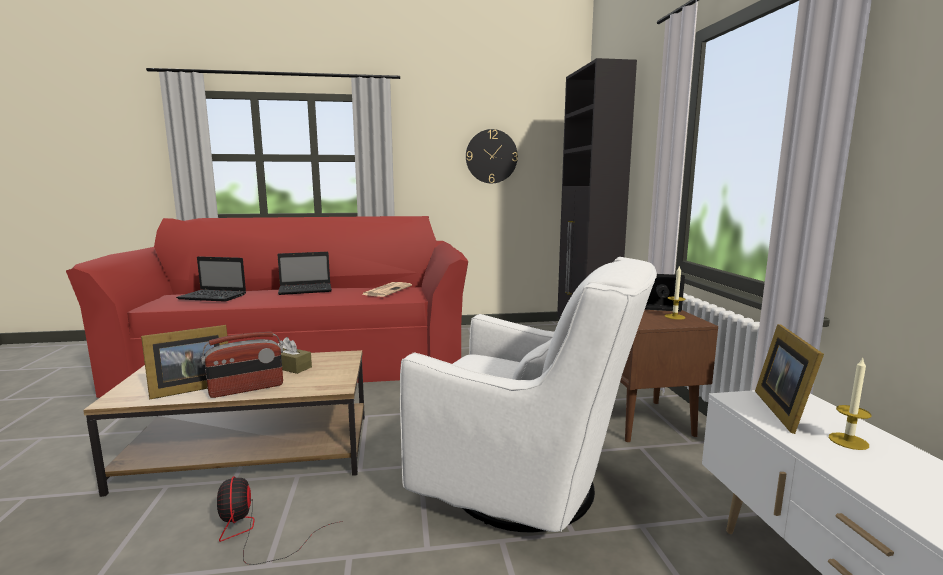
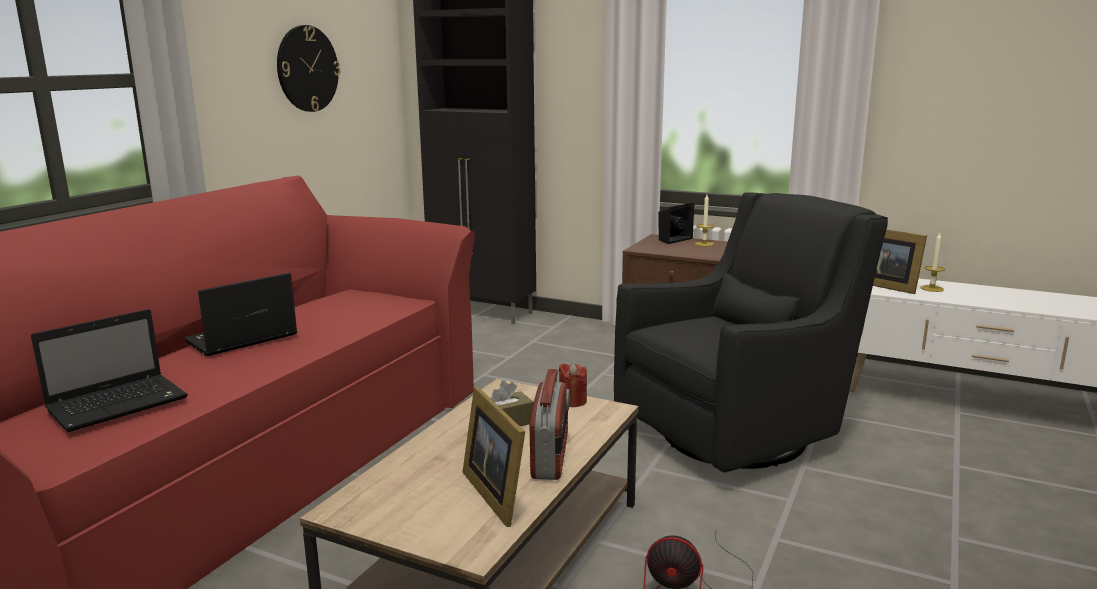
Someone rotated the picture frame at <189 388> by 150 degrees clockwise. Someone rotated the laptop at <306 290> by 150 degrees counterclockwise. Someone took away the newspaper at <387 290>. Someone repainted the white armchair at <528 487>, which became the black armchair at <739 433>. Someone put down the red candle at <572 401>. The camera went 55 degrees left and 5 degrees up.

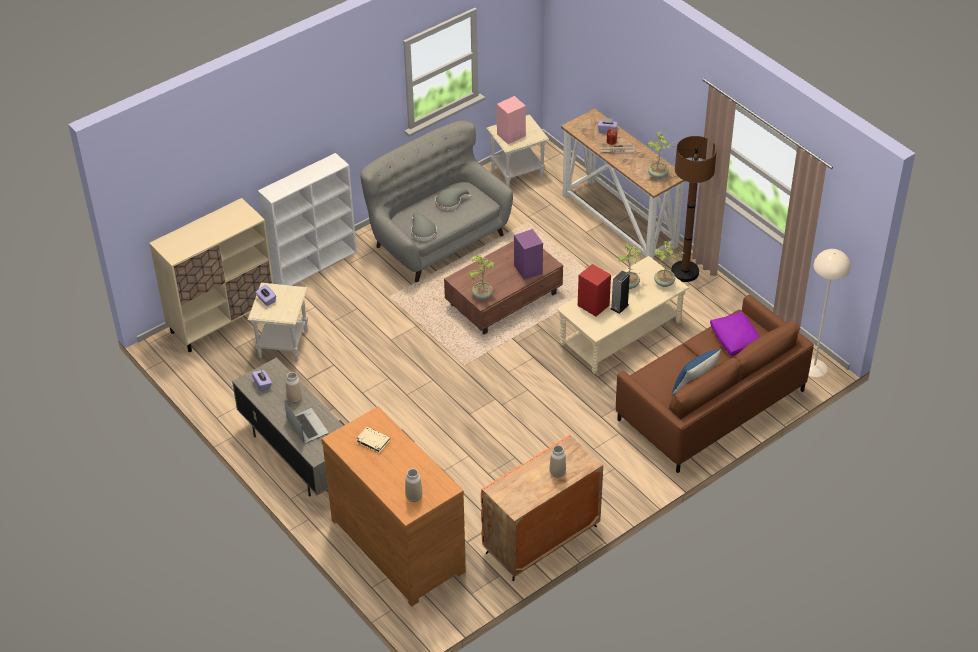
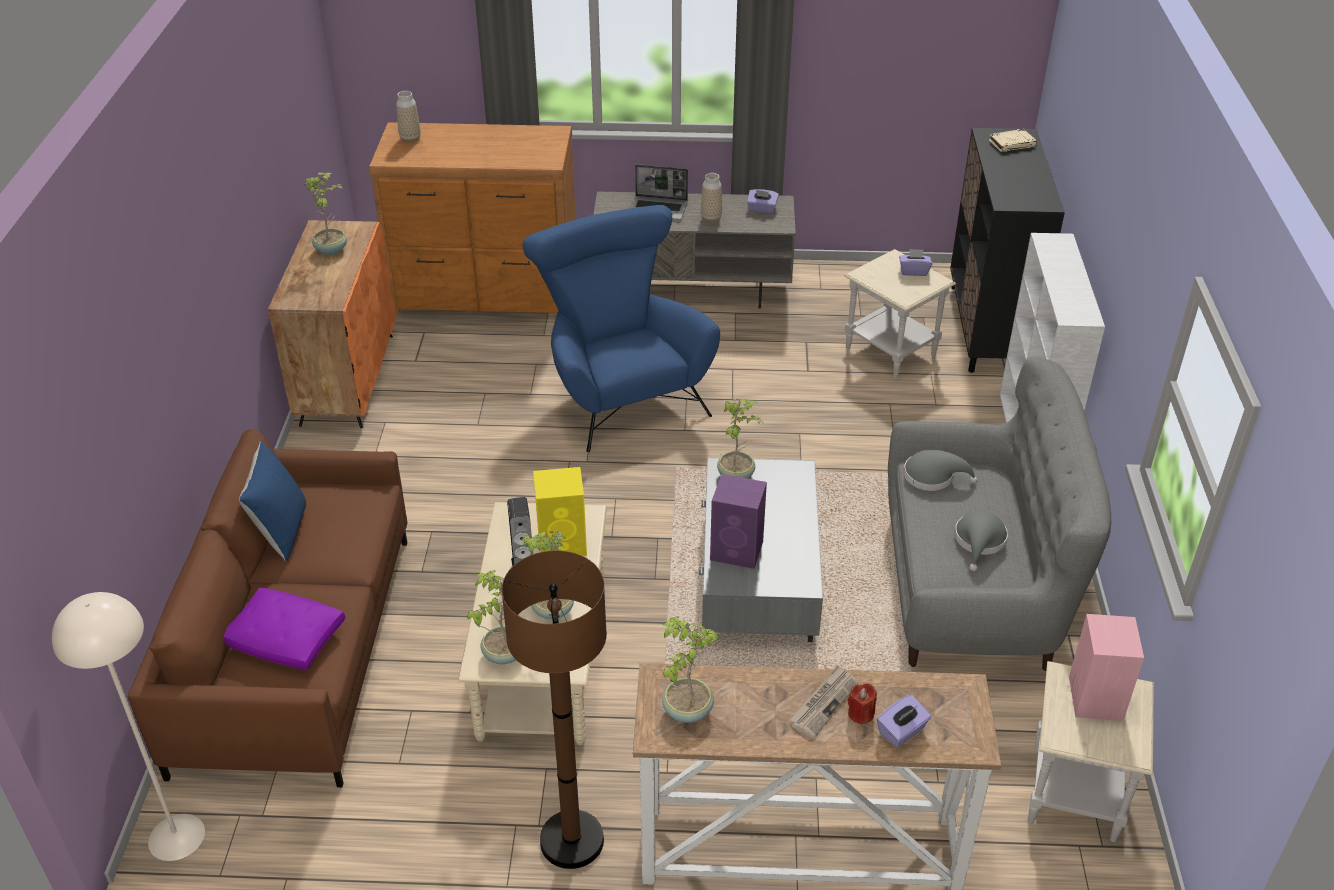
Someone repainted the beige cabinet at <222 320>, which became the black cabinet at <987 329>. Someone carried the beige book from <372 441> to <1012 144>. Someone repainted the brown coffee table at <504 299>, which became the grey coffee table at <758 577>. Someone took away the vase at <557 473>. Someone repainted the red speaker at <592 305>, which became the yellow speaker at <563 543>. Someone put down the potted plant at <331 249>. Someone put down the blue armchair at <620 392>. The camera went 130 degrees right and 5 degrees down.

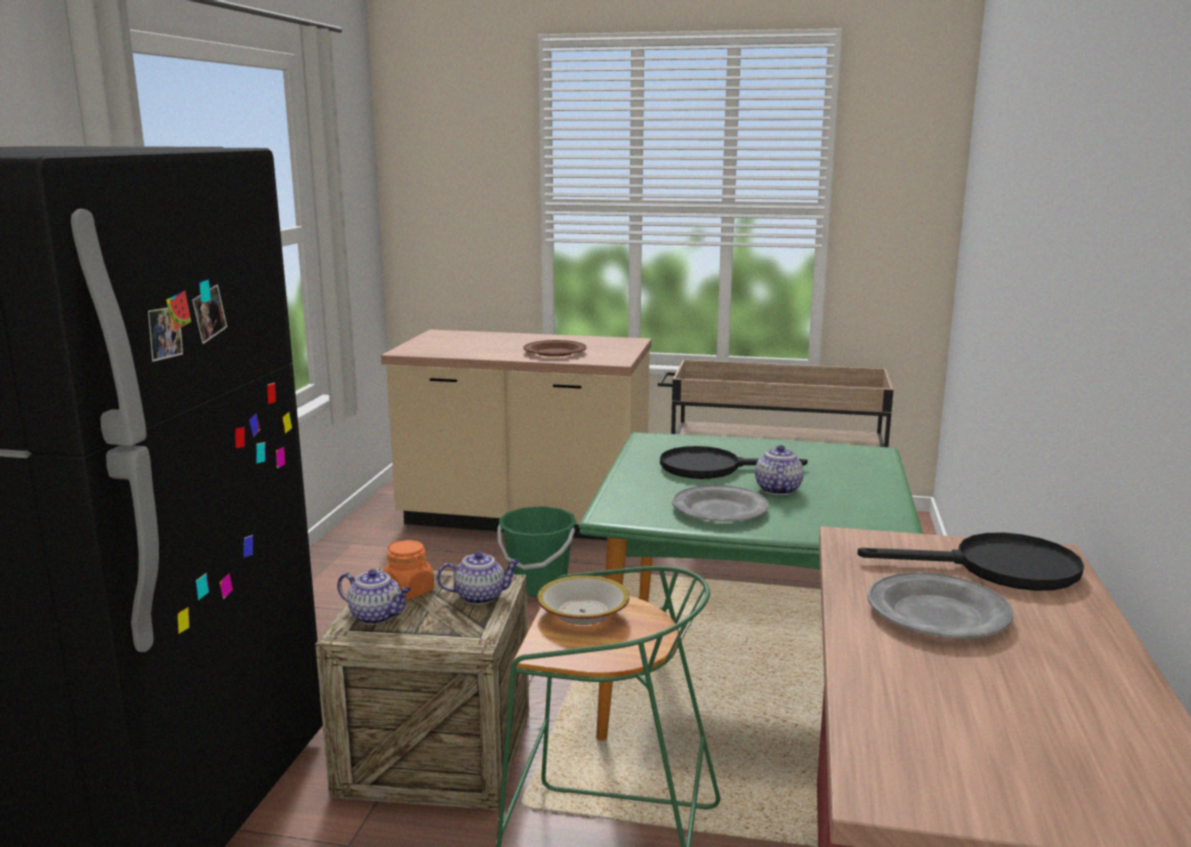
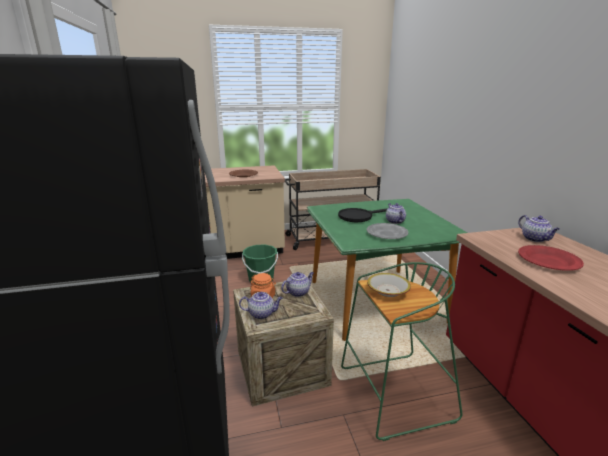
Someone swapped the black frying pan at <998 569> for the teapot at <535 239>. Someone repainted the grey plate at <936 613>, which became the red plate at <548 261>. The camera went 25 degrees left and 5 degrees up.

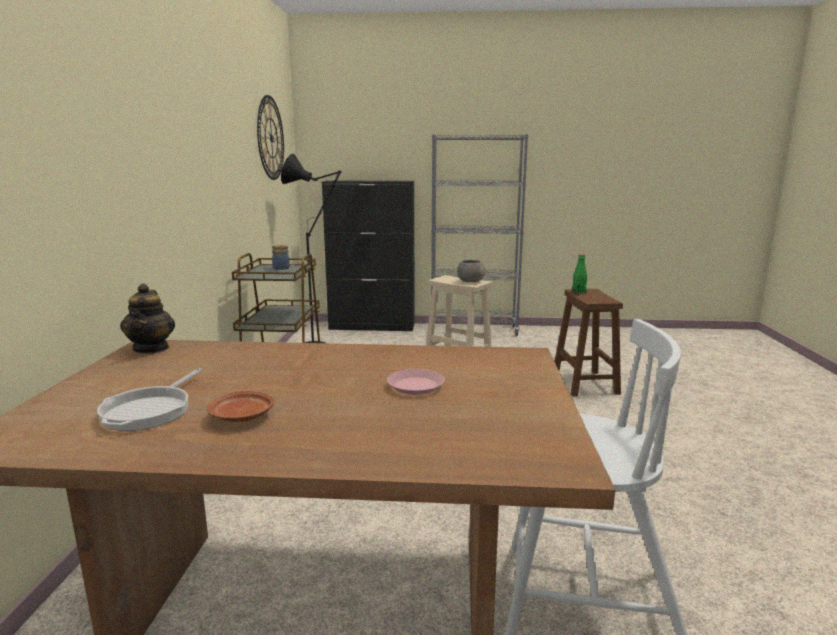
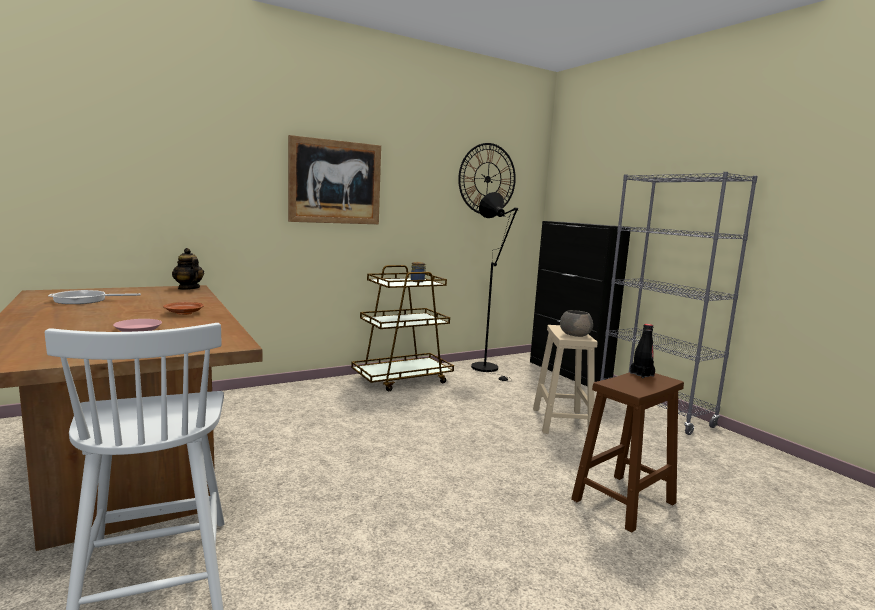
Someone rotated the teapot at <152 348> by 90 degrees clockwise. Someone carried the brown plate from <242 417> to <183 313>. Someone repainted the green bottle at <579 292>, which became the black bottle at <641 374>. Someone put up the picture at <335 182>. The camera went 55 degrees right and 5 degrees down.

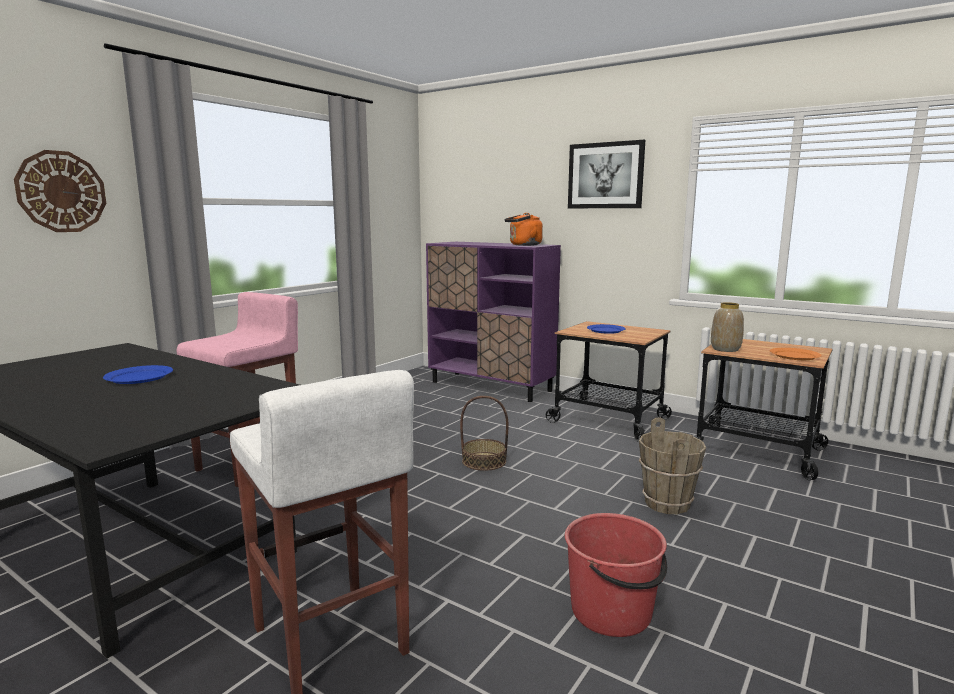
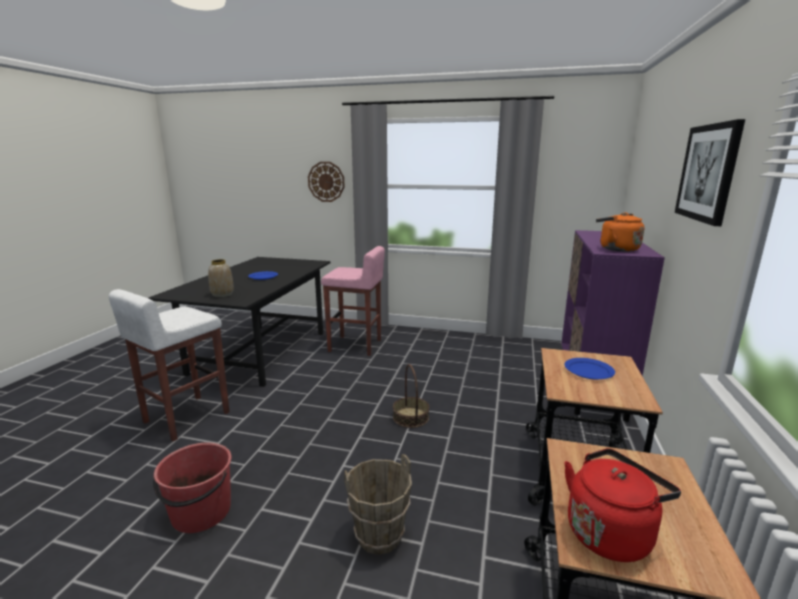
Someone carried the vase from <725 349> to <222 294>. Someone swapped the orange plate at <794 356> for the red kettle at <610 532>. The camera went 70 degrees right and 5 degrees up.

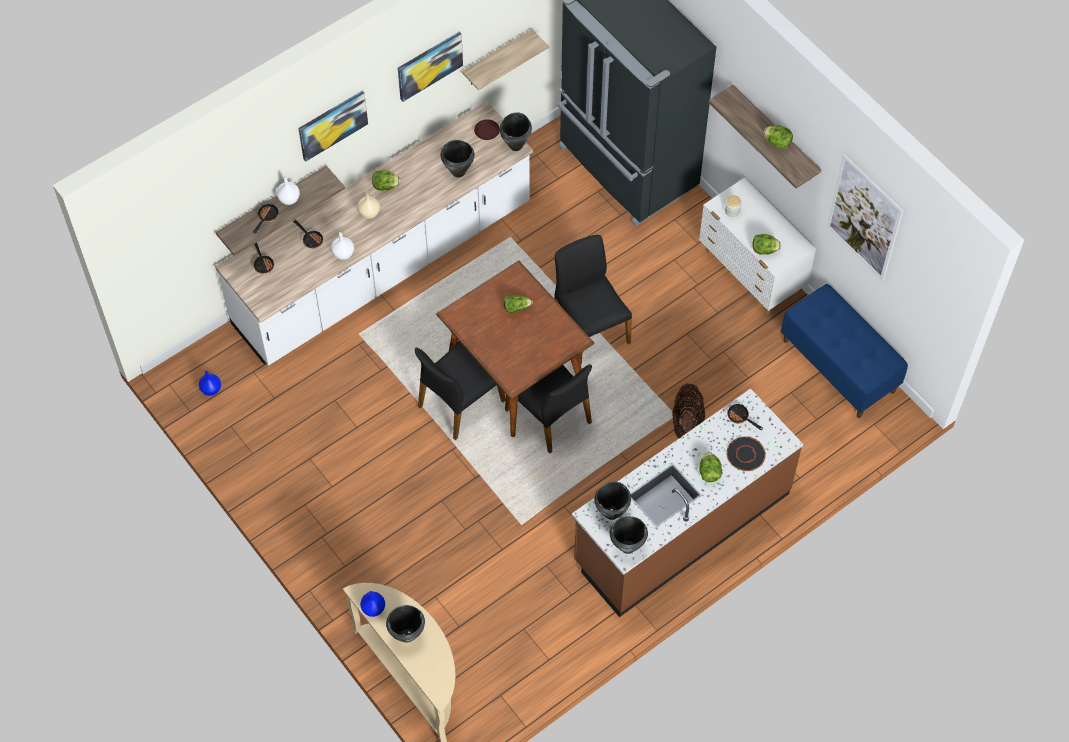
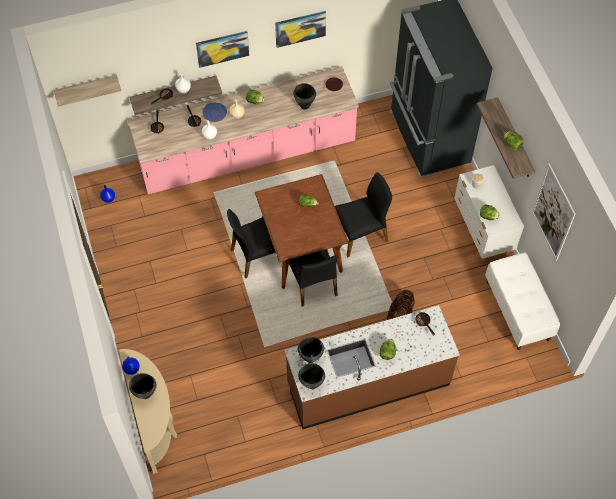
Someone repainted the white counter at <383 265>, which became the pink counter at <247 154>. Someone carried the shelf from <497 58> to <87 88>. Someone took away the black cooking pot at <516 145>. Someone rotated the black chair at <589 328> by 75 degrees clockwise. Someone took away the black plate at <745 454>. Someone repainted the blue bench at <839 366>, which became the white bench at <518 311>. Someone put down the blue plate at <214 112>. The camera went 20 degrees right and 0 degrees up.

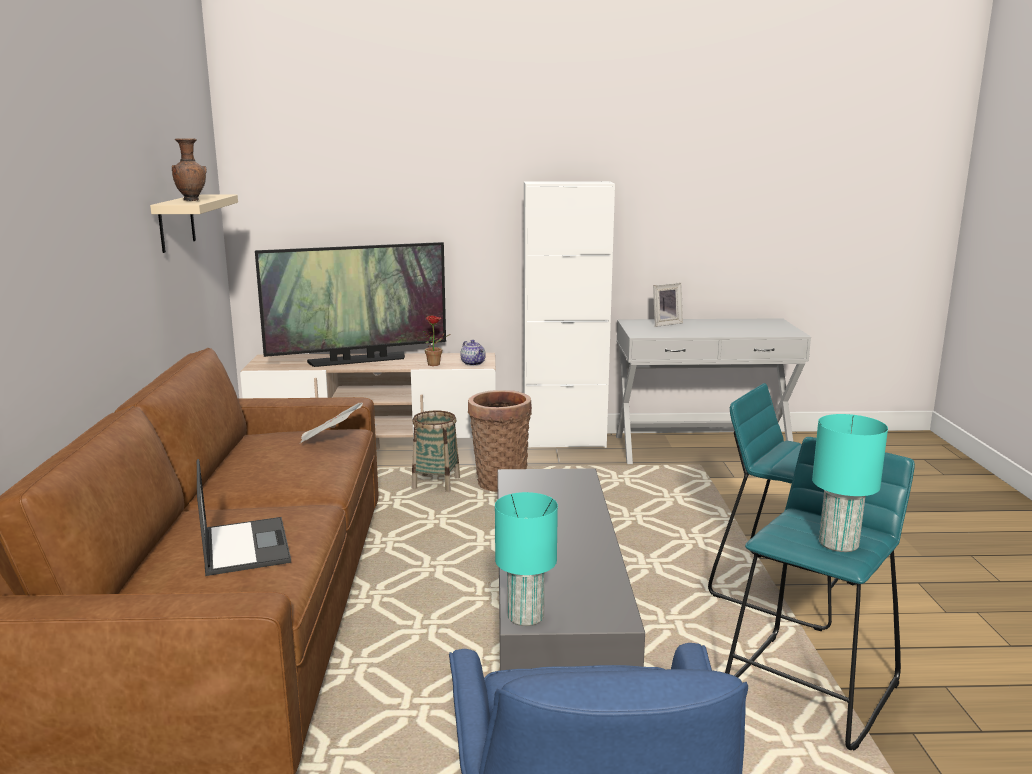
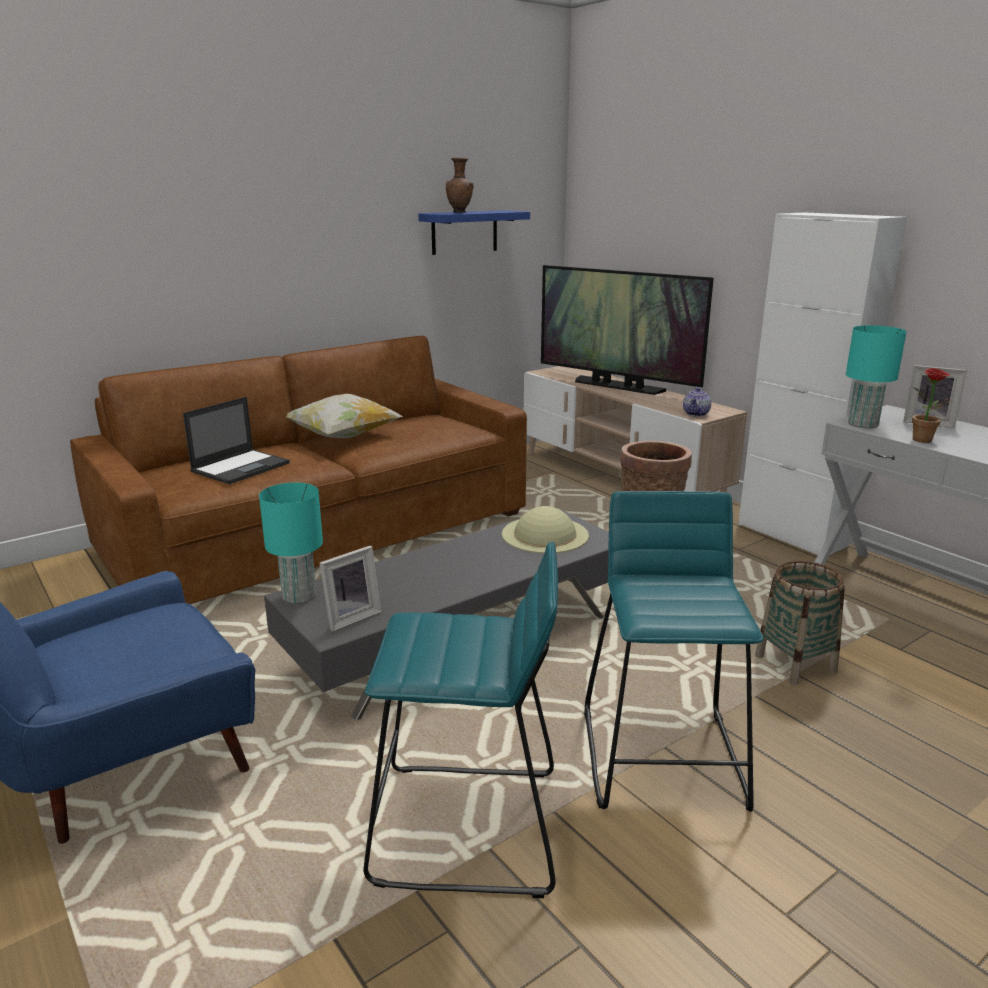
Someone repainted the beige shelf at <176 223>, which became the blue shelf at <464 232>. Someone took away the newspaper at <330 440>. Someone carried the basket from <436 483> to <795 664>. Someone carried the potted plant from <436 364> to <926 441>. Someone carried the turquoise table lamp from <837 544> to <862 424>. Someone put down the pillow at <343 437>. Someone put down the picture frame at <350 617>. Someone put down the beige hat at <544 534>. The camera went 55 degrees right and 5 degrees up.

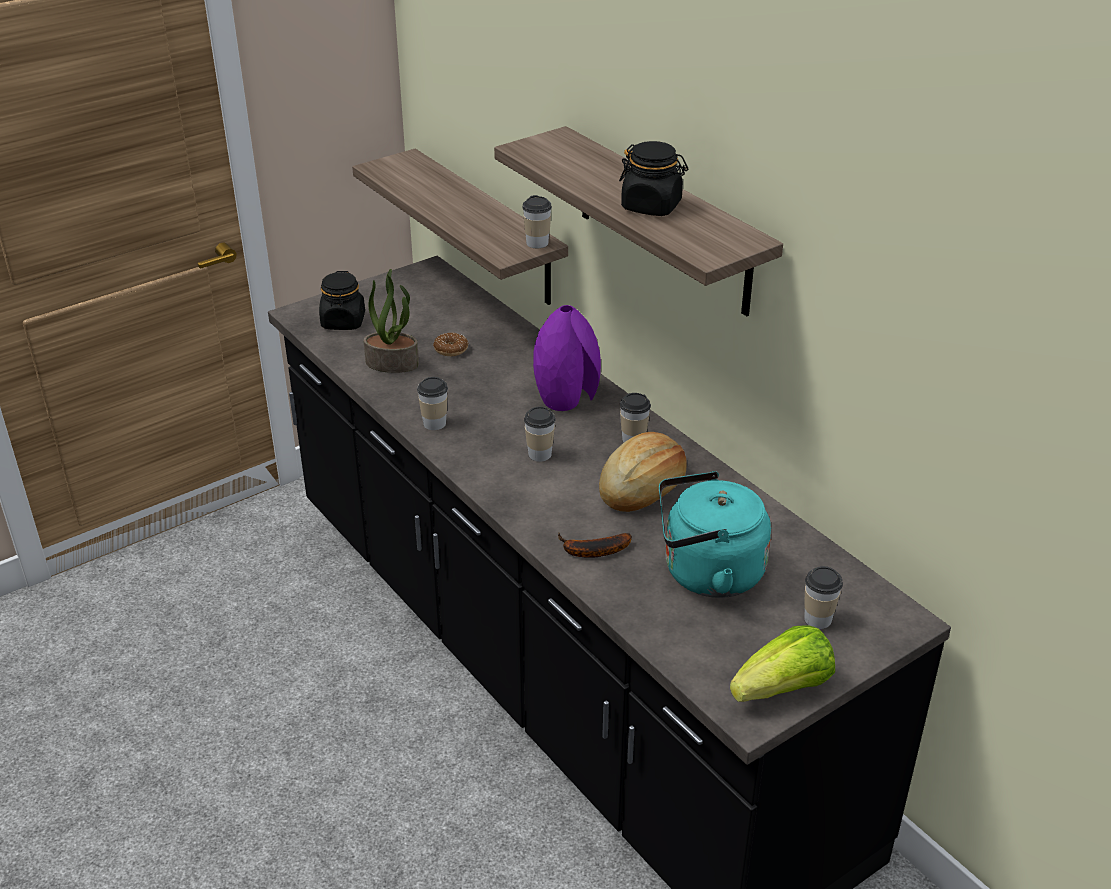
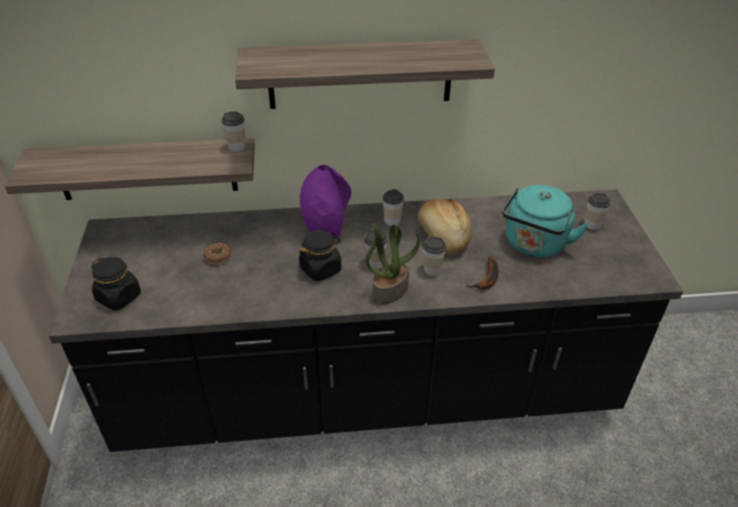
Someone carried the potted plant from <393 363> to <390 290>. Someone carried the cup from <434 423> to <432 270>. Someone carried the black jar from <652 206> to <320 269>. Someone took away the lettuce at <783 689>. The camera went 60 degrees left and 5 degrees up.

